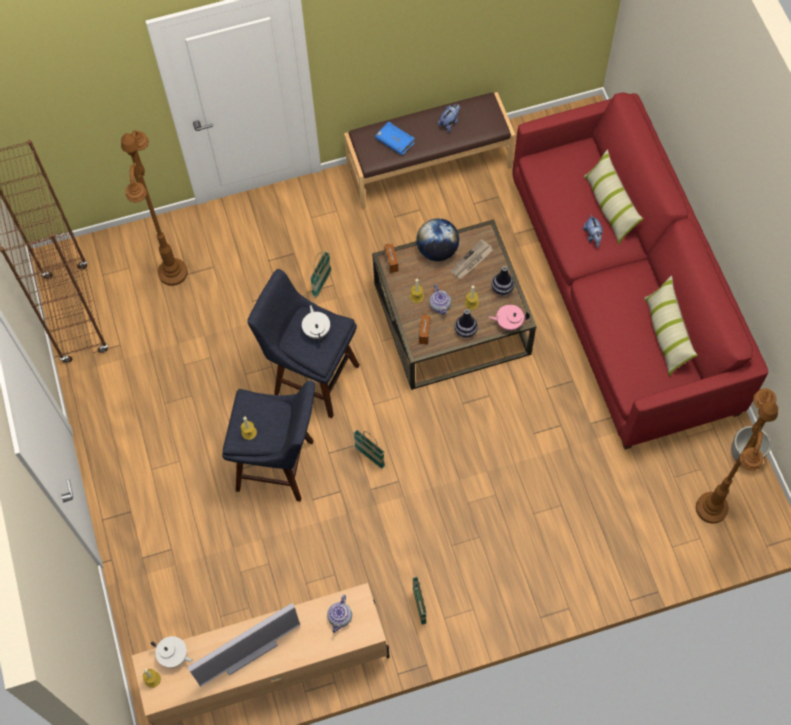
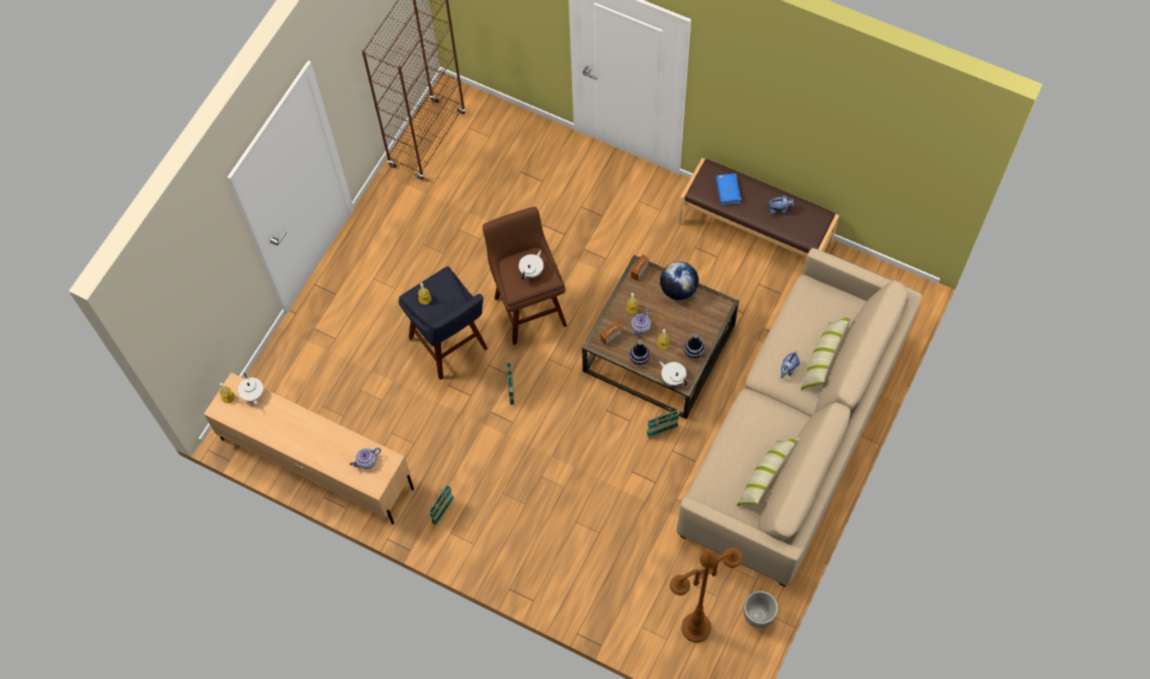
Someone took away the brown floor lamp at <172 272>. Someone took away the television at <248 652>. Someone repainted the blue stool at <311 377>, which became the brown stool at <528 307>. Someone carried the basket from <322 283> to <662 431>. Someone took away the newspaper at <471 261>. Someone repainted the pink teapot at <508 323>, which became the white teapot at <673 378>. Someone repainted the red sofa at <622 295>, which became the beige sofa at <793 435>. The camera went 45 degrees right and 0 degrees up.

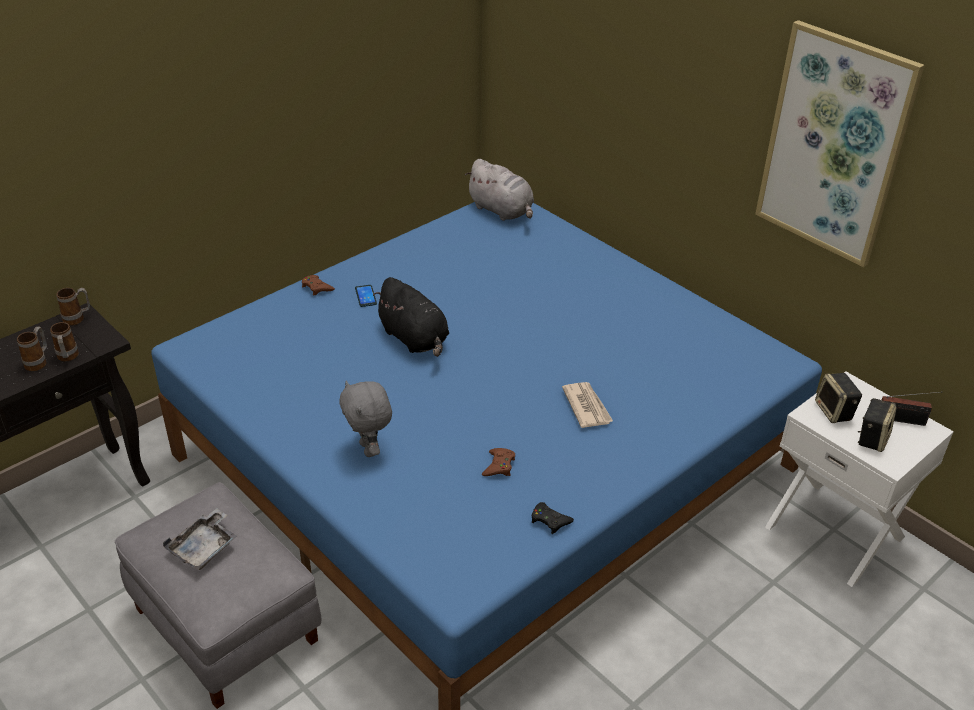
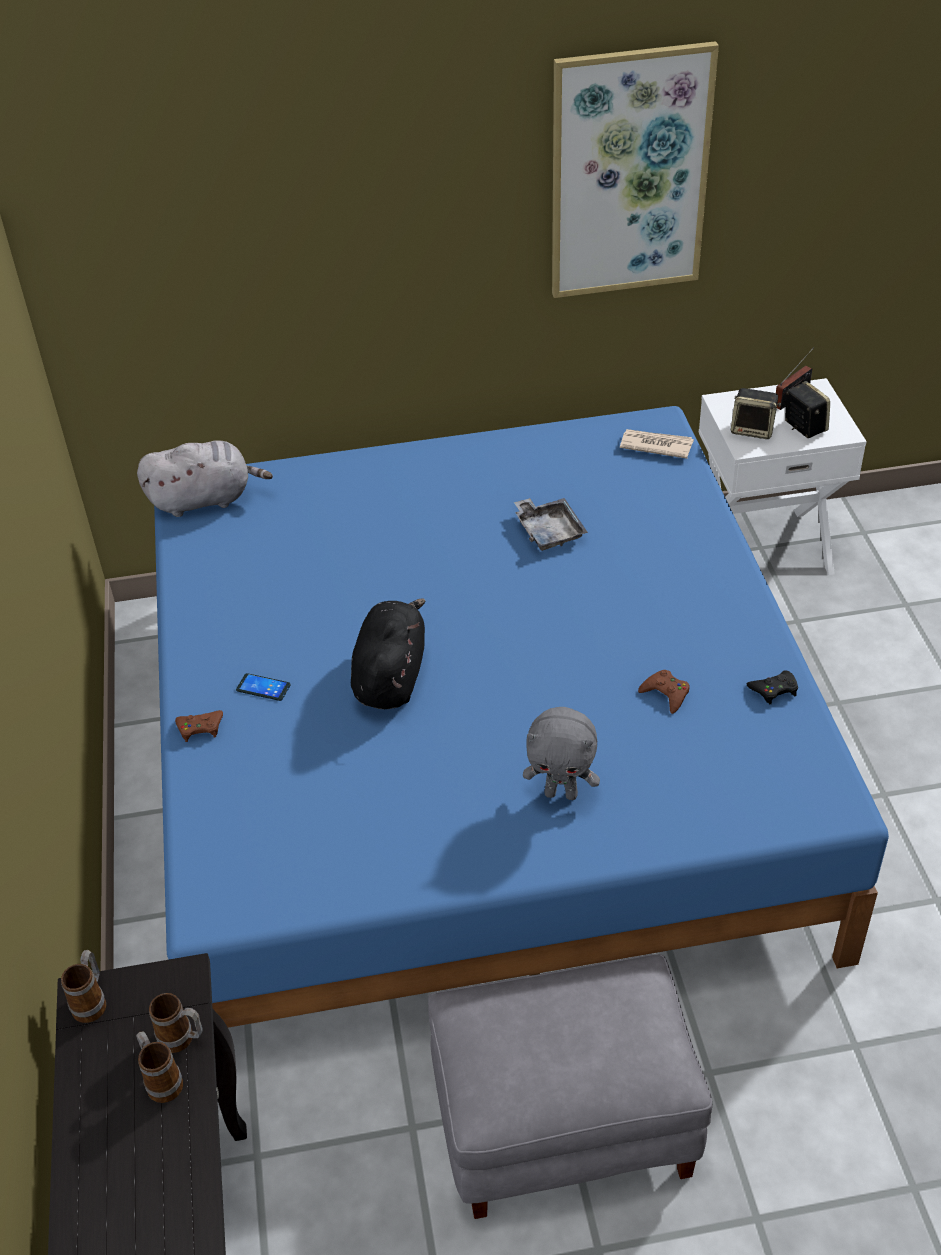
Someone carried the grey tray from <204 547> to <549 531>. Someone rotated the black plush toy at <415 339> by 75 degrees counterclockwise. Someone carried the newspaper from <587 406> to <655 445>. The camera went 55 degrees left and 5 degrees up.

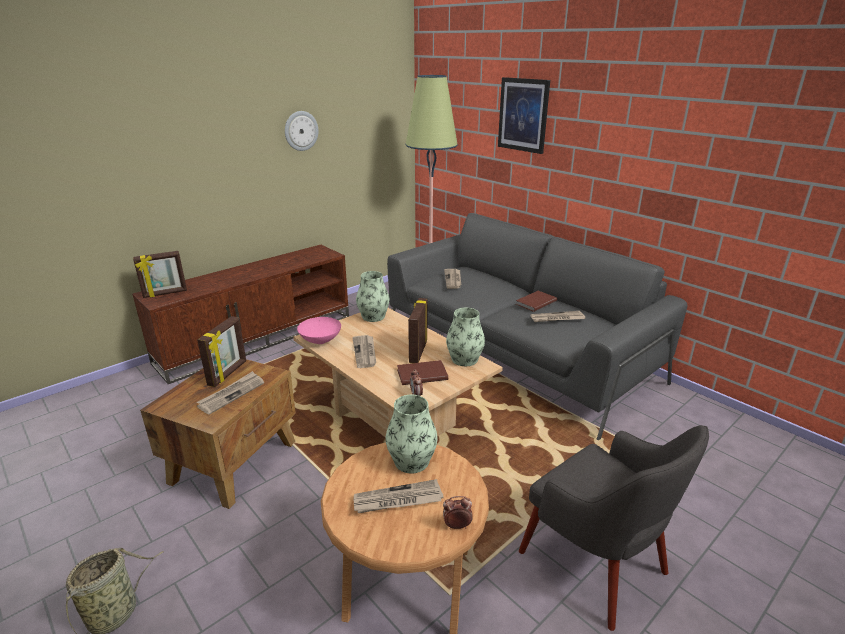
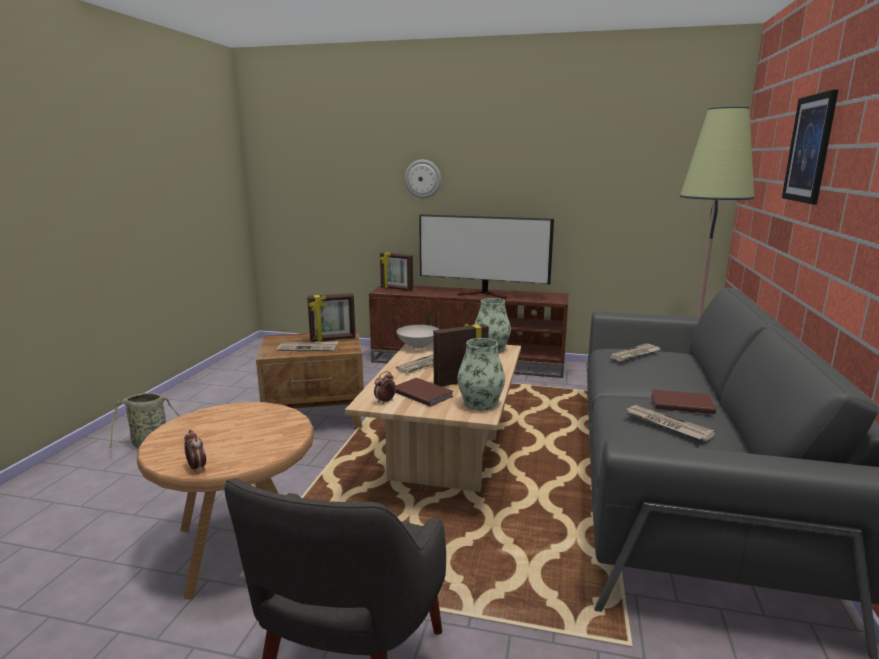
Someone carried the wall clock from <301 131> to <423 179>. Someone repainted the pink bowl at <321 341>, which became the white bowl at <418 346>. Someone took away the newspaper at <397 500>. Someone took away the vase at <411 461>. Someone put down the television at <485 294>. The camera went 55 degrees right and 10 degrees down.

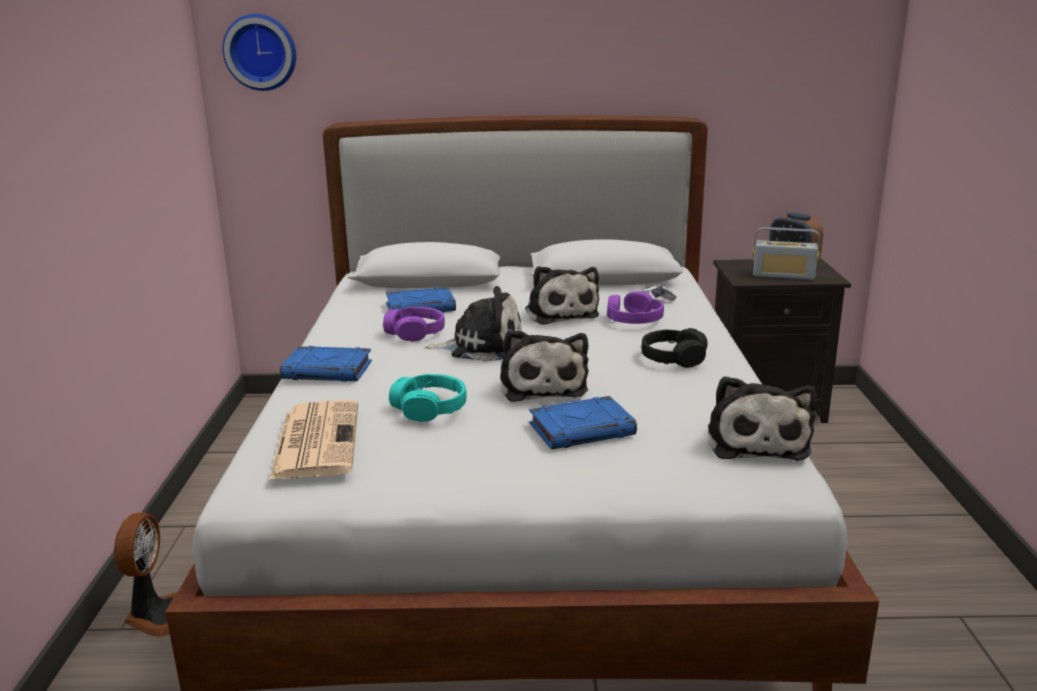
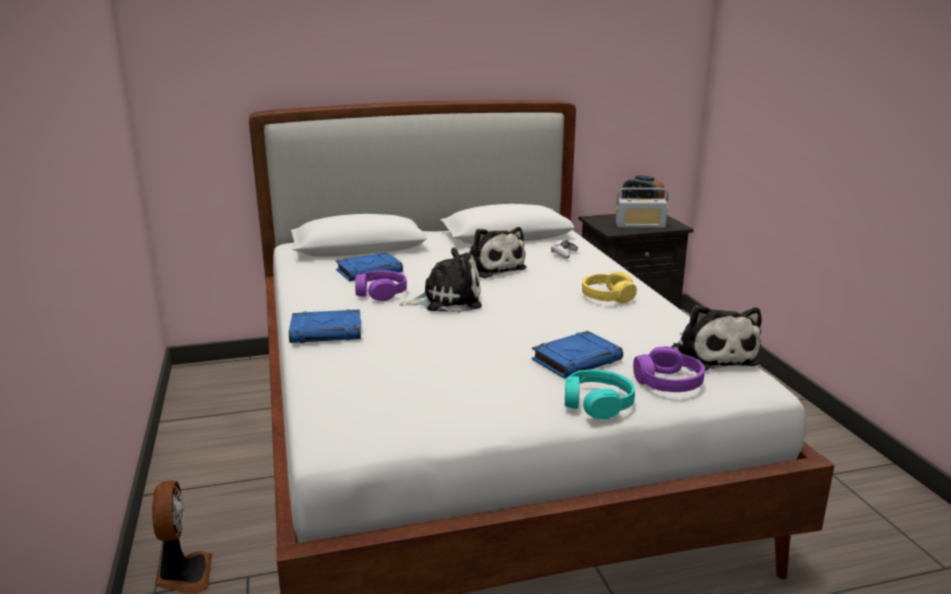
Someone took away the wall clock at <261 52>. Someone took away the newspaper at <316 440>. Someone carried the turquoise headphones from <429 408> to <597 403>. Someone took away the plush toy at <542 386>. Someone carried the purple headphones from <634 319> to <667 382>. Someone repainted the black headphones at <673 358>, which became the yellow headphones at <607 296>. The camera went 15 degrees left and 0 degrees up.

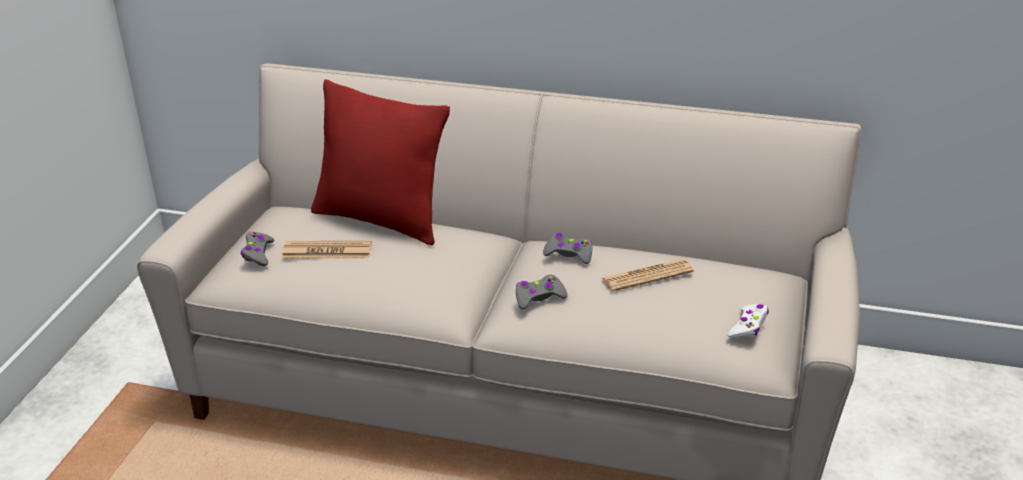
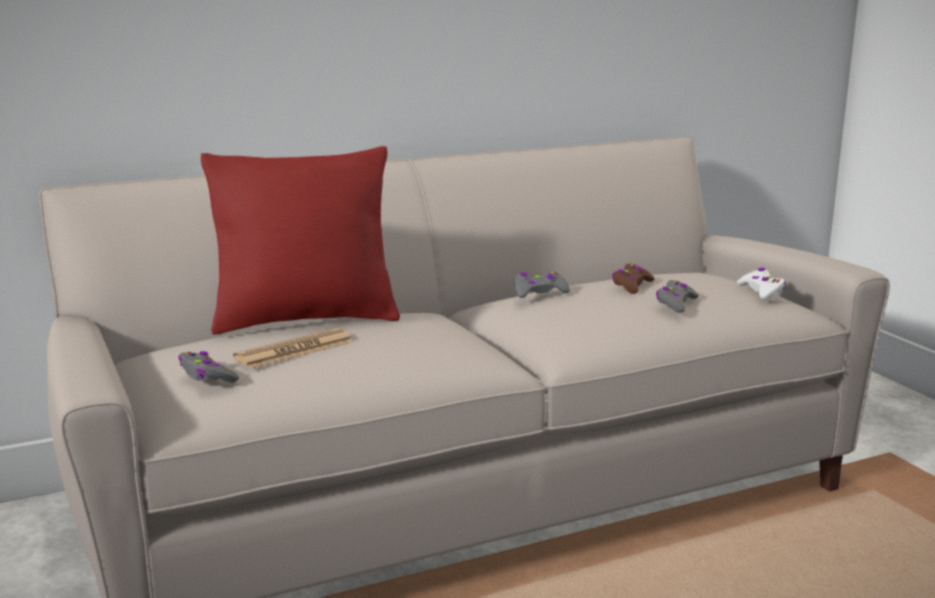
Someone carried the grey game controller from <539 297> to <675 303>. Someone swapped the newspaper at <647 276> for the brown game controller at <631 285>. The camera went 40 degrees left and 15 degrees down.

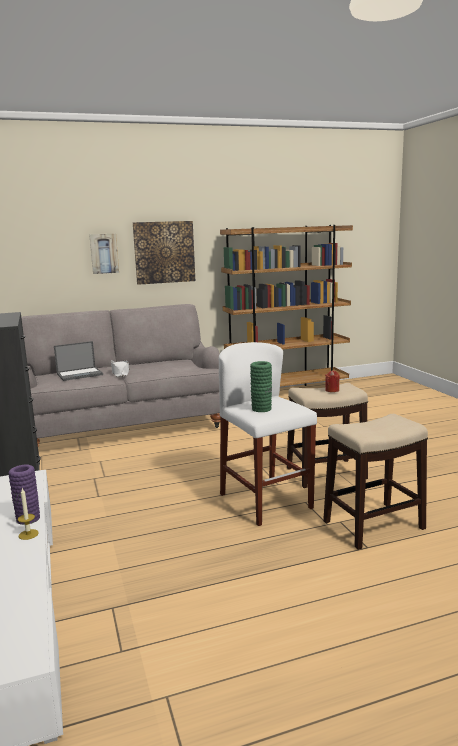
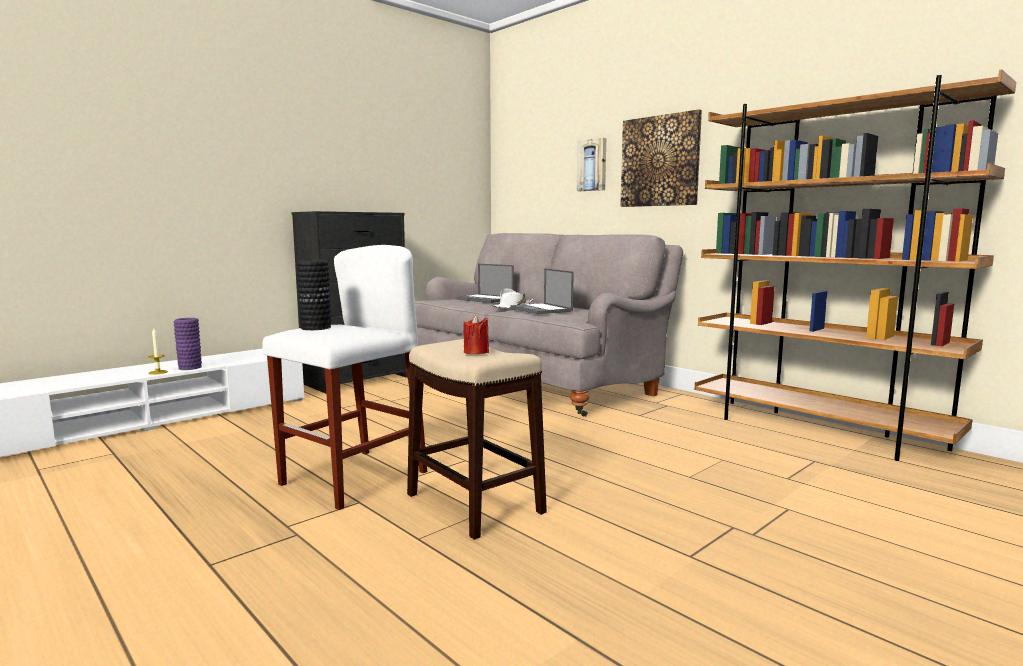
Someone repainted the green vase at <261 409>, which became the black vase at <315 328>. Someone took away the stool at <374 525>. Someone put down the laptop at <541 309>. The camera went 65 degrees right and 5 degrees down.

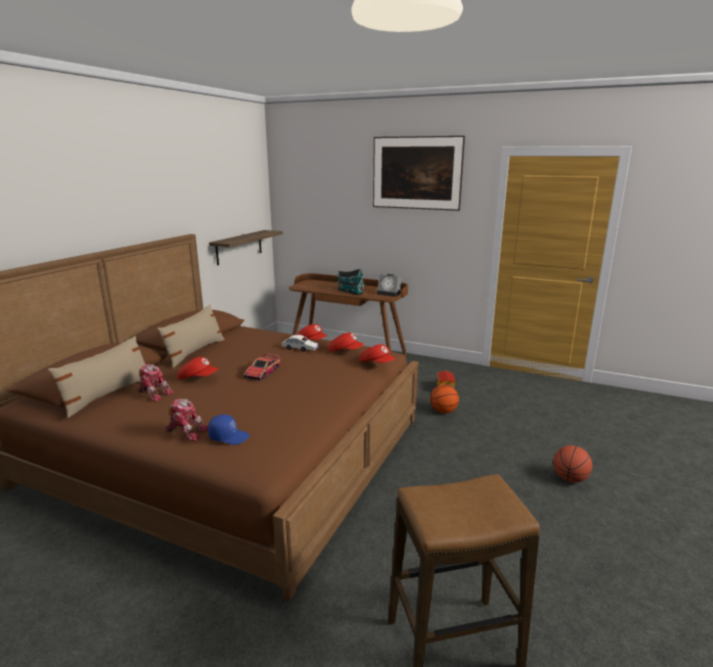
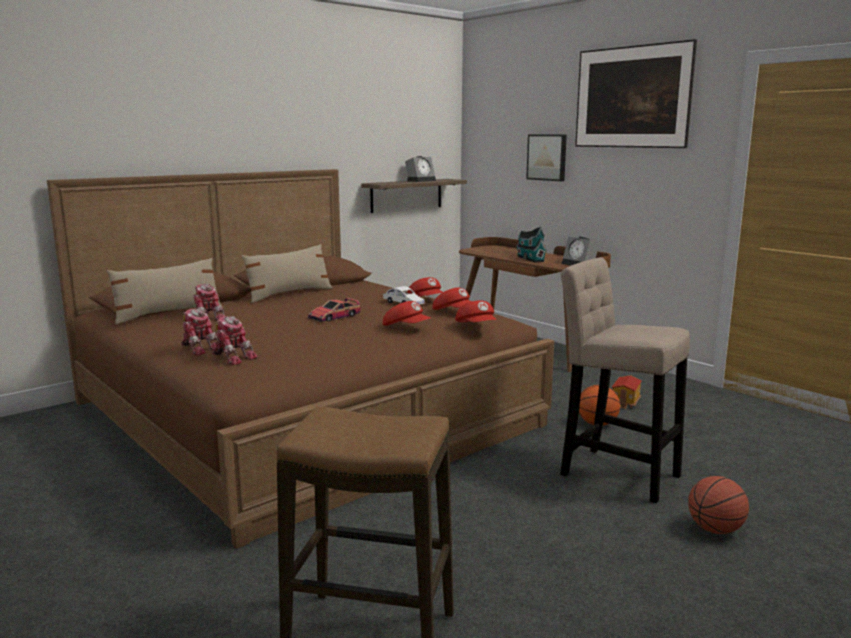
Someone carried the red cap from <198 378> to <406 327>. Someone swapped the blue cap at <229 436> for the toy robot at <233 357>. Someone put down the alarm clock at <421 180>. Someone put up the picture at <547 157>. Someone put down the beige stool at <614 472>. The camera went 25 degrees right and 5 degrees down.

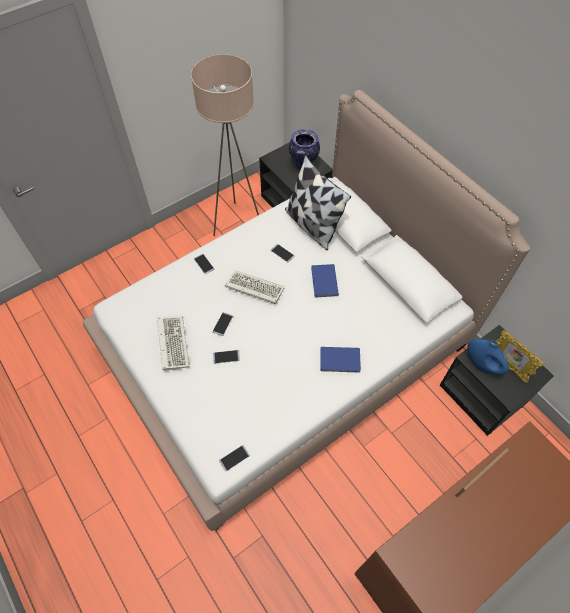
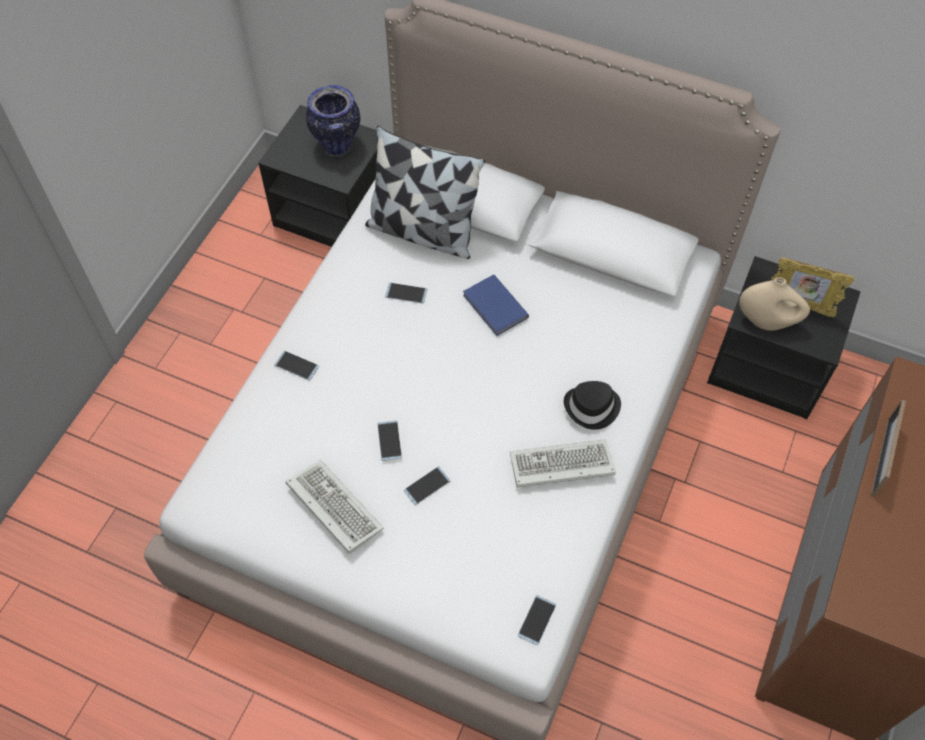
Someone took away the beige floor lamp at <237 223>. Someone carried the keyboard from <253 288> to <559 467>. Someone swapped the blue book at <340 361> for the black hat at <592 408>. Someone repainted the blue vase at <482 365>, which became the beige vase at <767 321>. The camera went 30 degrees left and 0 degrees up.

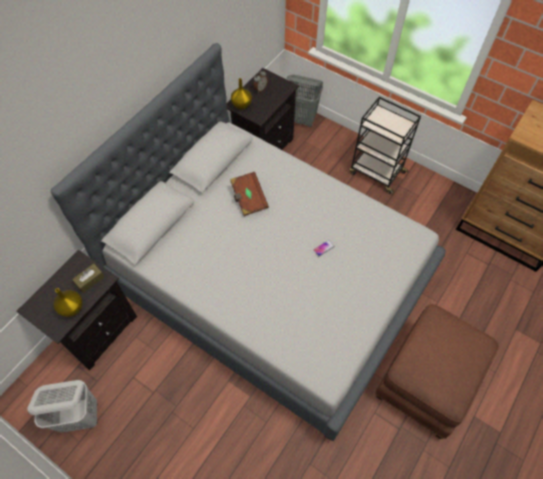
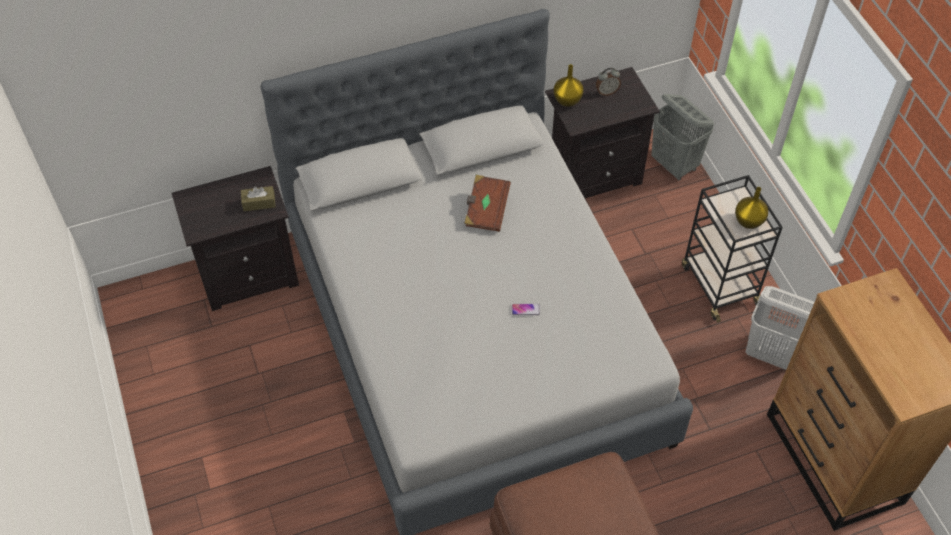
Someone carried the white laundry basket from <81 416> to <771 353>. Someone carried the yellow vase from <72 309> to <749 222>. The camera went 35 degrees right and 5 degrees down.

